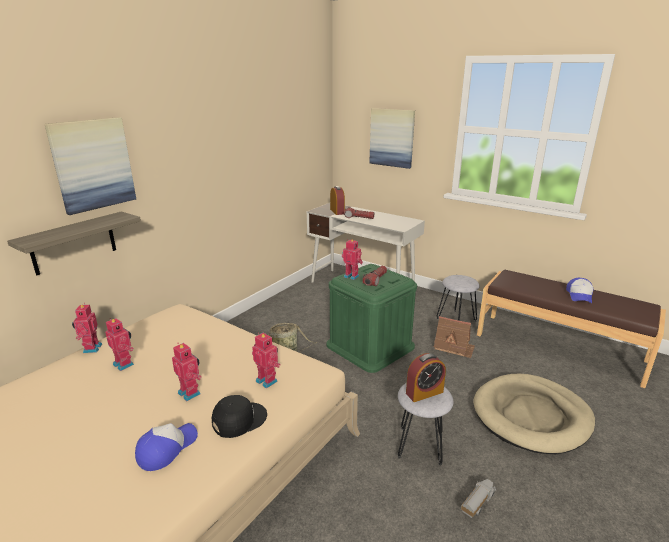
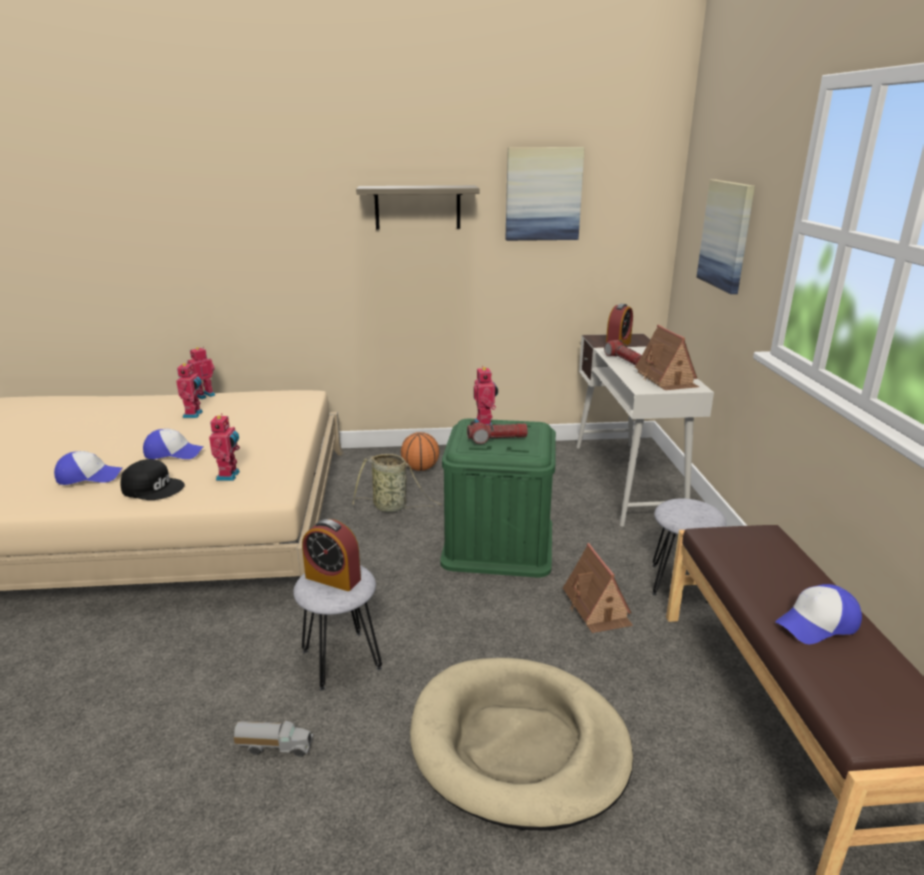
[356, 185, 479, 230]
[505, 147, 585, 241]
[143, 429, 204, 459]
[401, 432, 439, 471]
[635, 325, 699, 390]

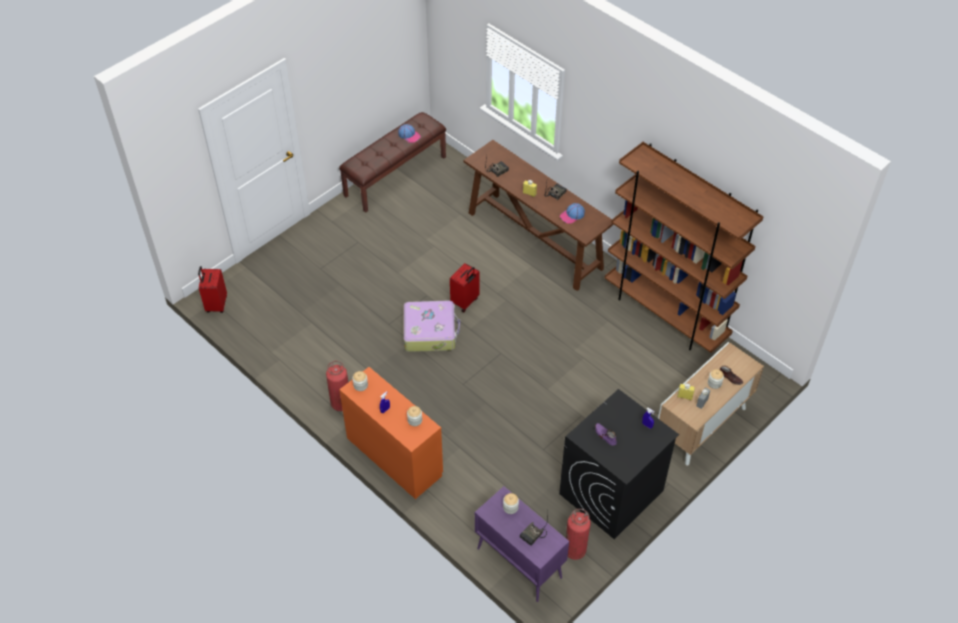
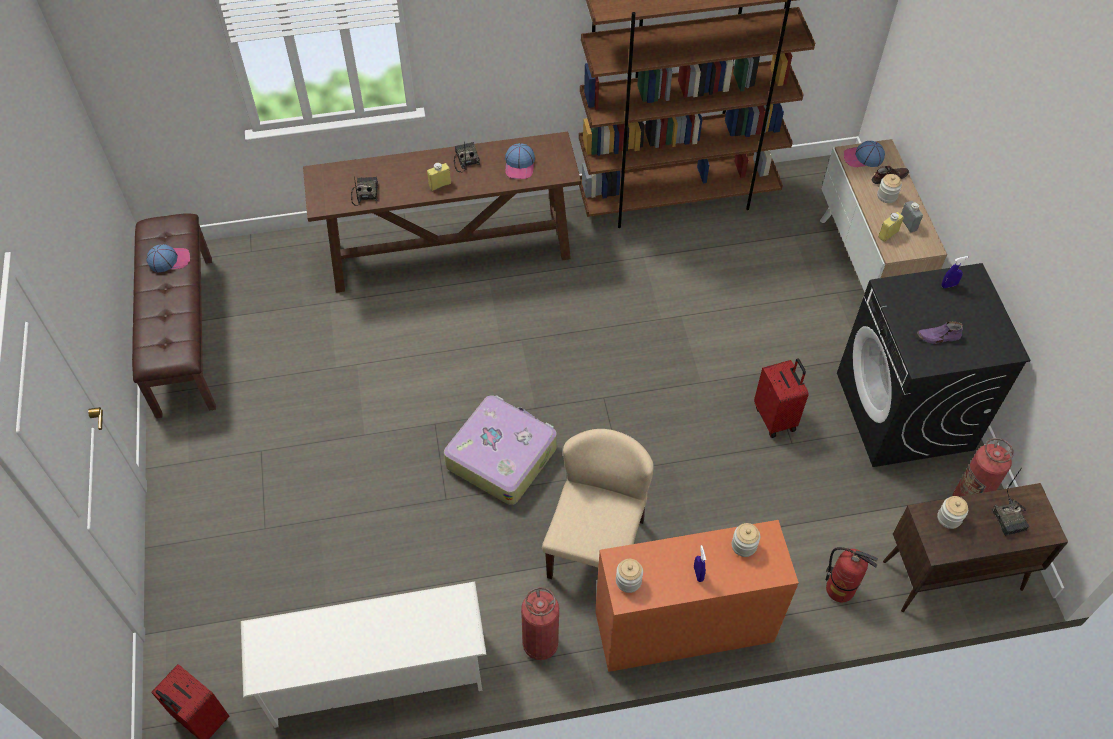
[754, 358, 809, 438]
[883, 483, 1068, 612]
[241, 582, 487, 728]
[542, 429, 654, 579]
[826, 547, 878, 602]
[844, 141, 885, 167]

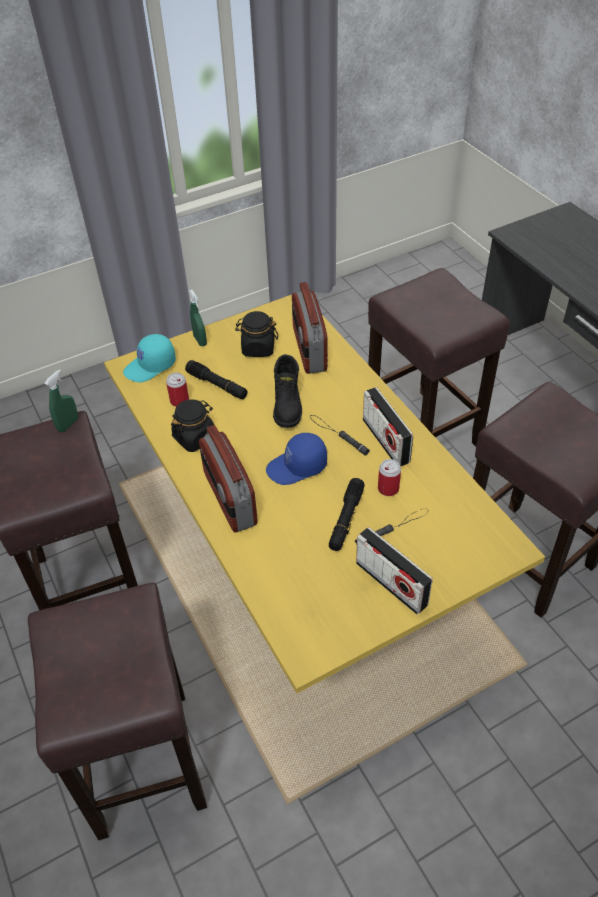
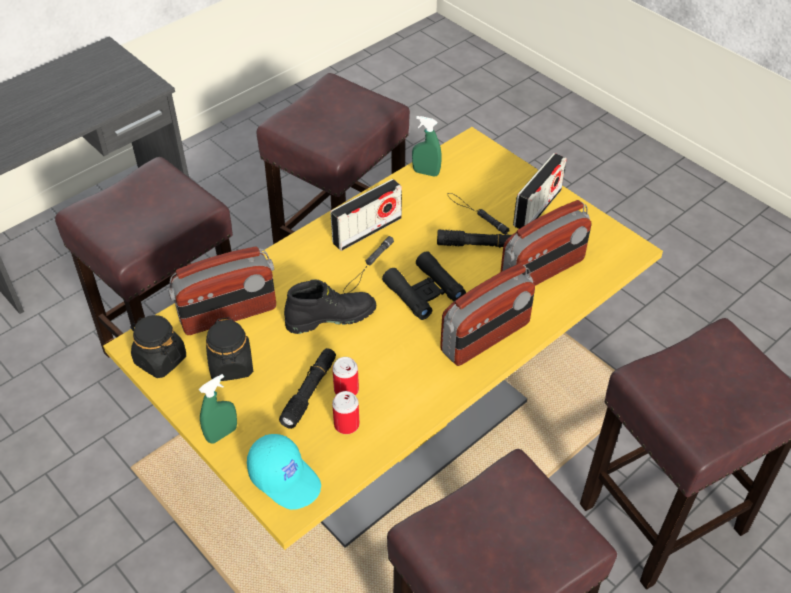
[412, 116, 442, 177]
[131, 315, 186, 378]
[382, 251, 466, 320]
[332, 357, 359, 396]
[500, 200, 592, 286]

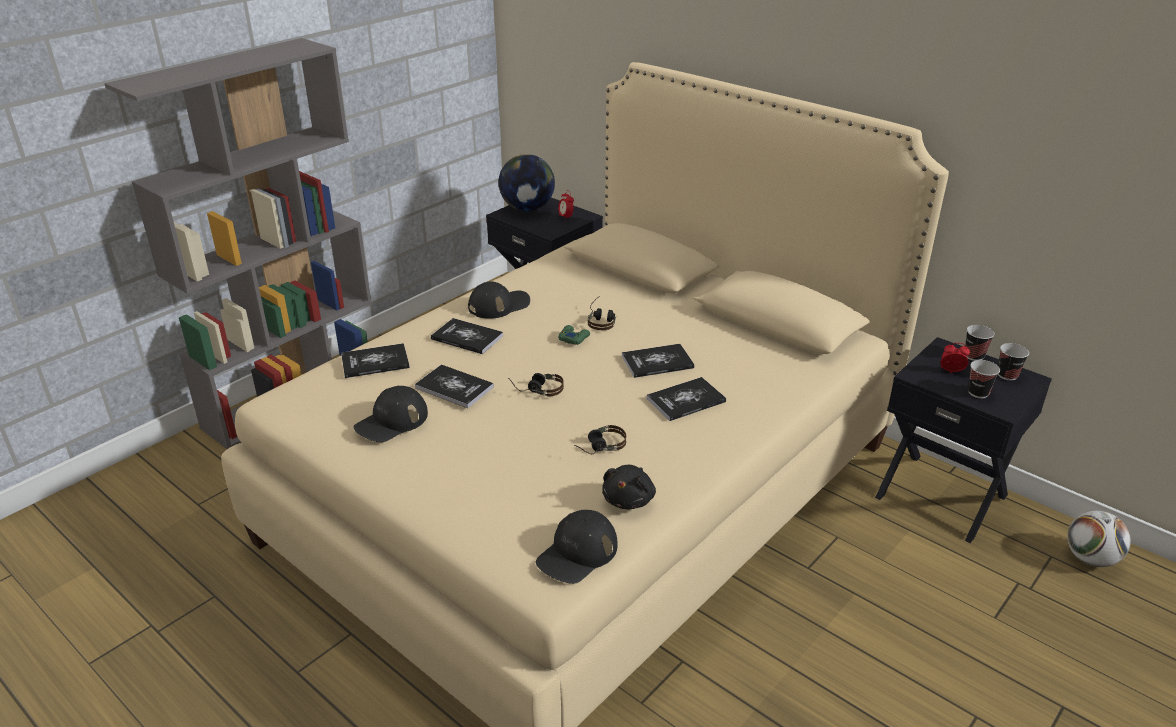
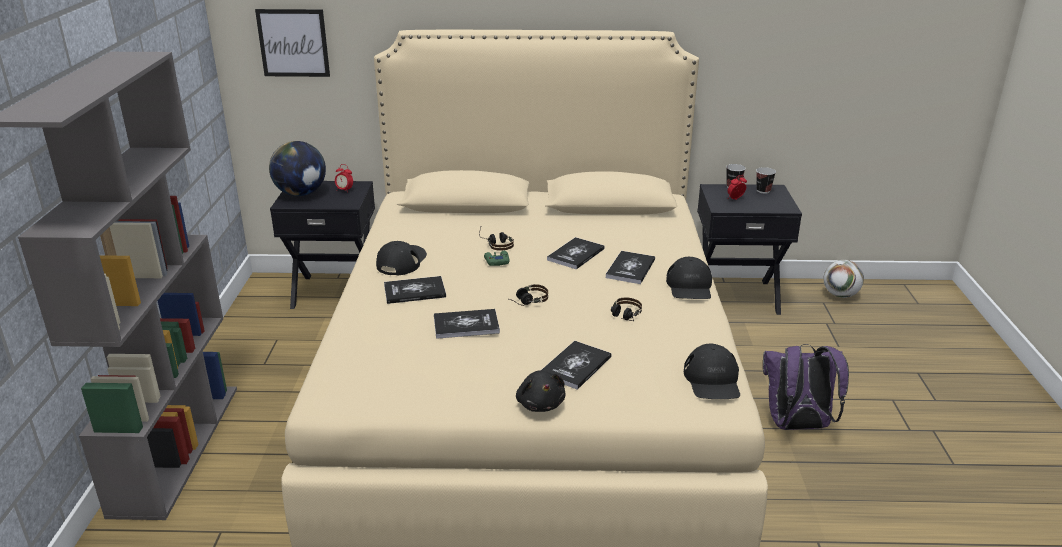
[542, 341, 611, 390]
[666, 257, 712, 299]
[516, 370, 565, 412]
[968, 360, 1000, 398] (first image)
[255, 9, 330, 77]
[763, 344, 849, 430]

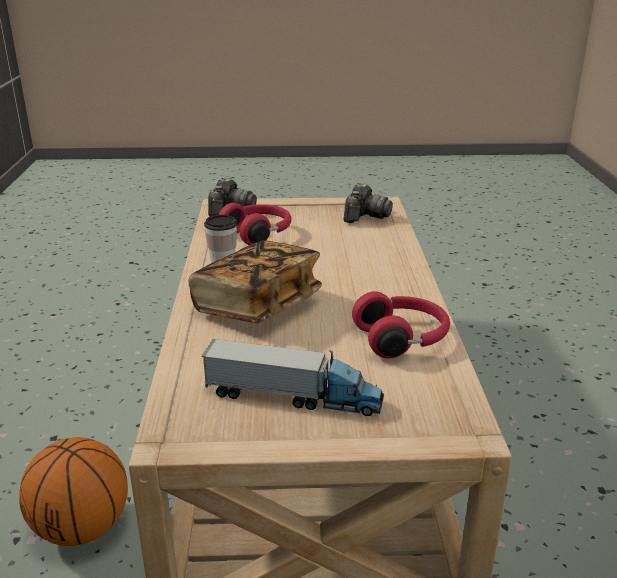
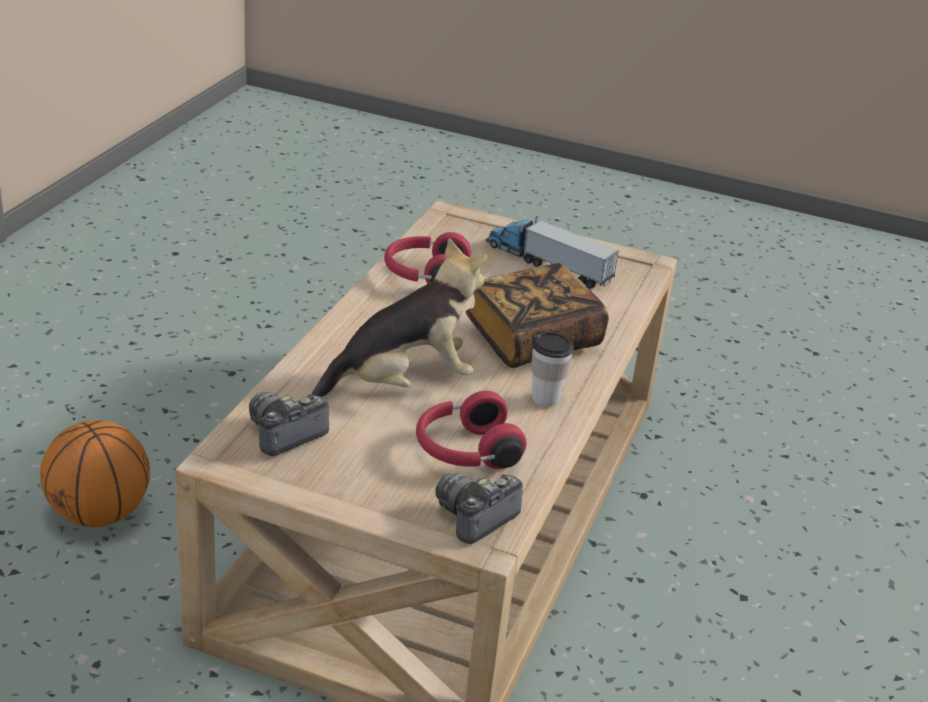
[40, 420, 150, 527]
[312, 238, 488, 397]

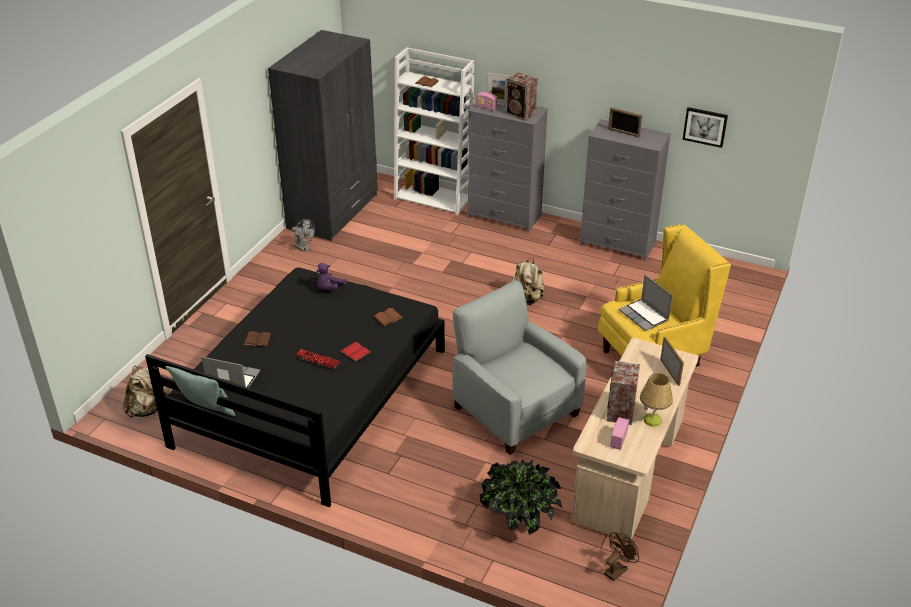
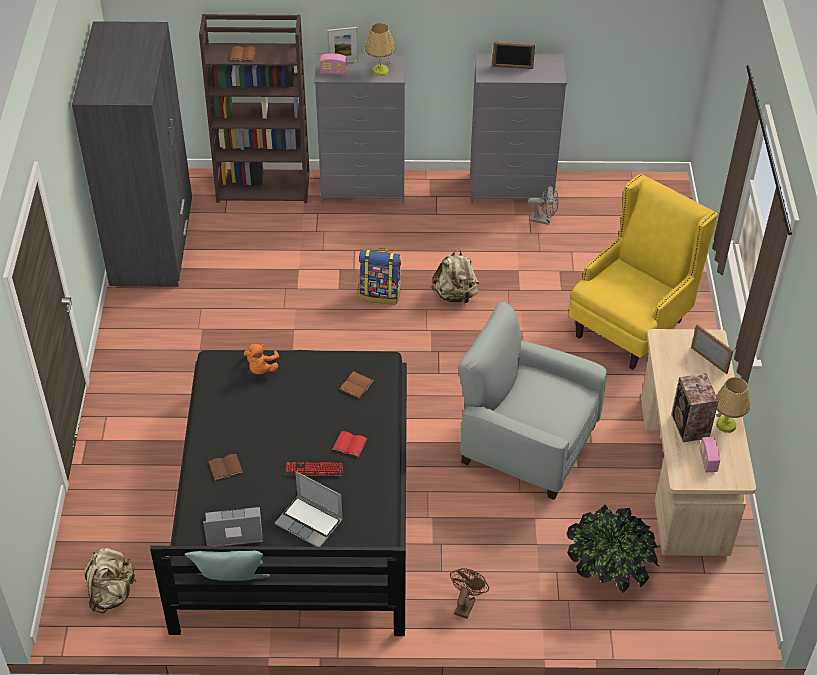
[528, 185, 559, 225]
[244, 344, 279, 374]
[199, 14, 310, 203]
[365, 23, 395, 76]
[450, 568, 489, 619]
[275, 471, 343, 547]
[682, 107, 728, 148] (first image)
[359, 248, 401, 304]

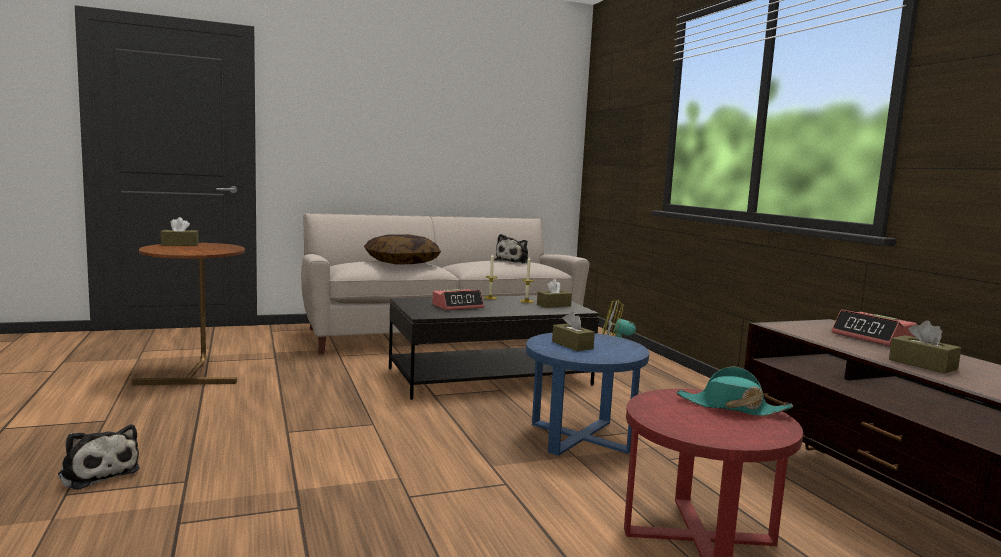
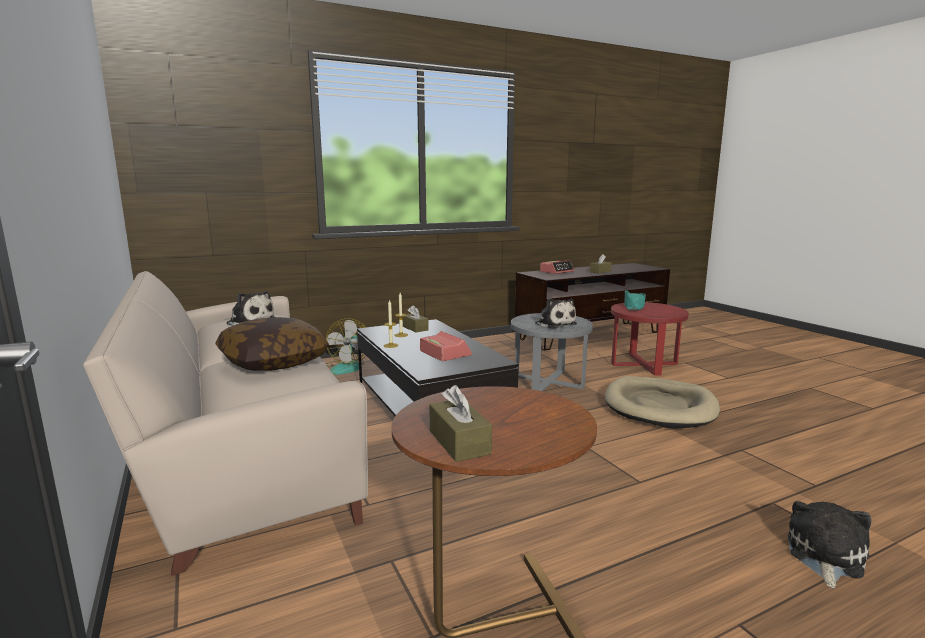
[511, 313, 593, 391]
[534, 298, 577, 329]
[605, 376, 720, 428]

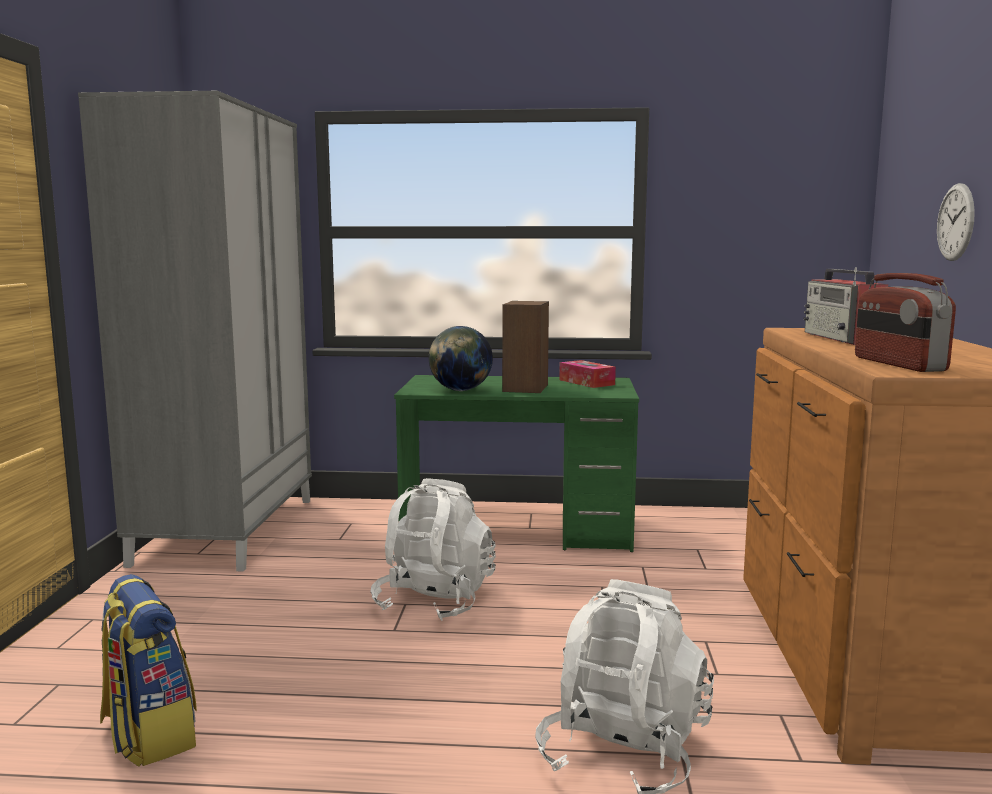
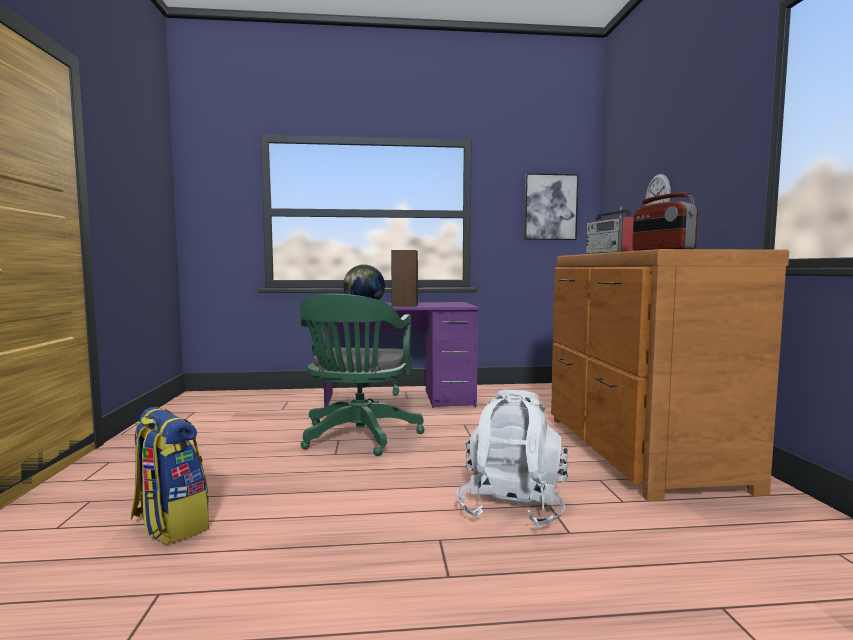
[78, 91, 312, 572] (first image)
[299, 294, 425, 456]
[323, 302, 479, 408]
[559, 360, 616, 388] (first image)
[524, 173, 578, 240]

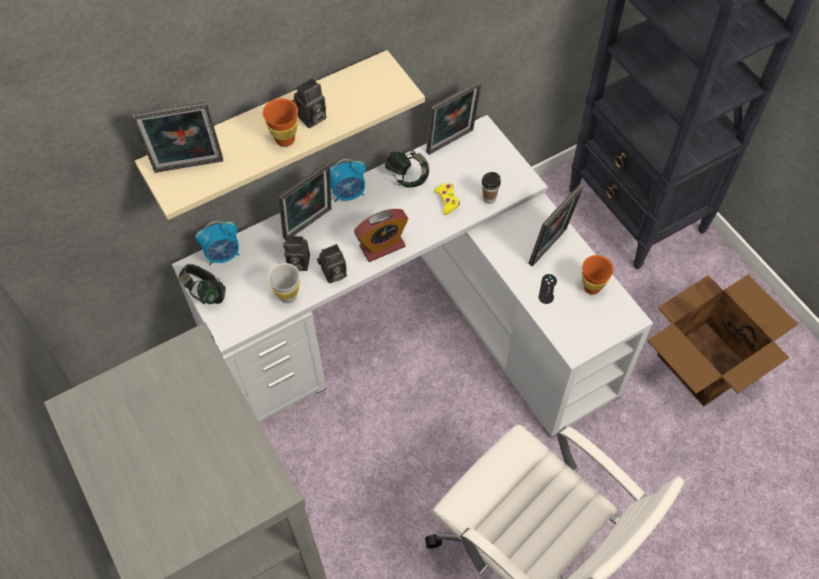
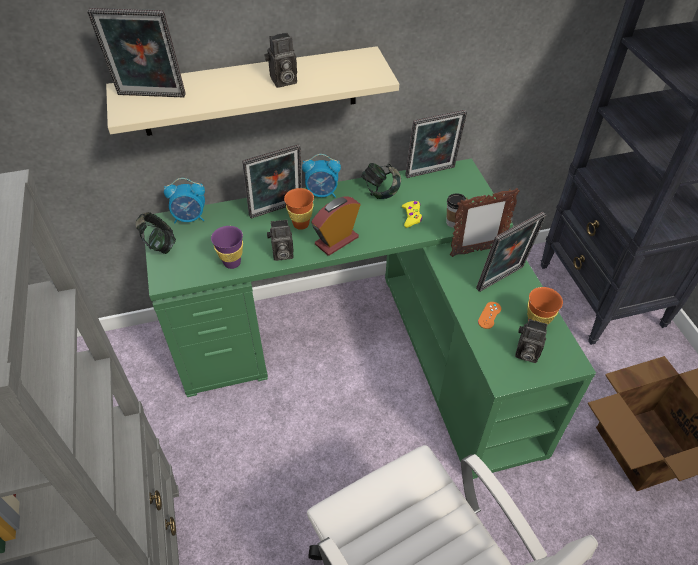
[144, 158, 596, 479]
[284, 188, 314, 230]
[211, 226, 243, 269]
[515, 319, 548, 363]
[311, 197, 361, 256]
[478, 302, 501, 329]
[450, 188, 520, 257]

